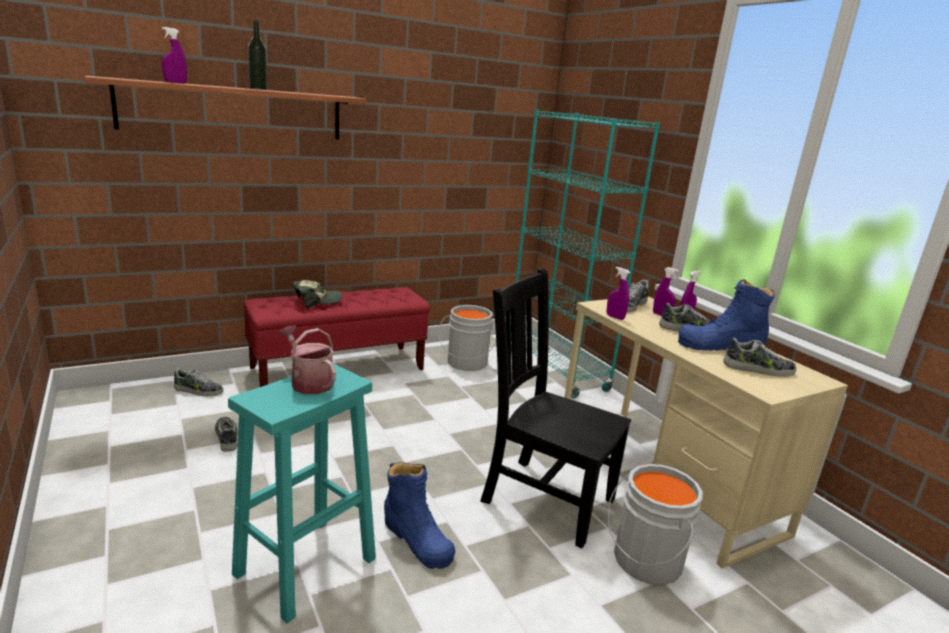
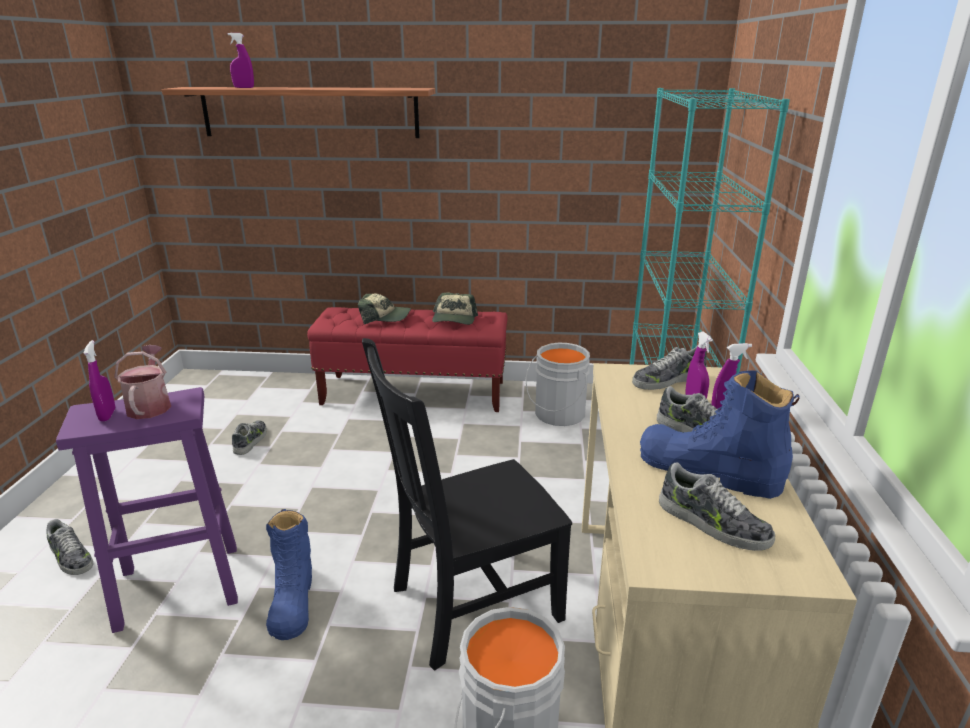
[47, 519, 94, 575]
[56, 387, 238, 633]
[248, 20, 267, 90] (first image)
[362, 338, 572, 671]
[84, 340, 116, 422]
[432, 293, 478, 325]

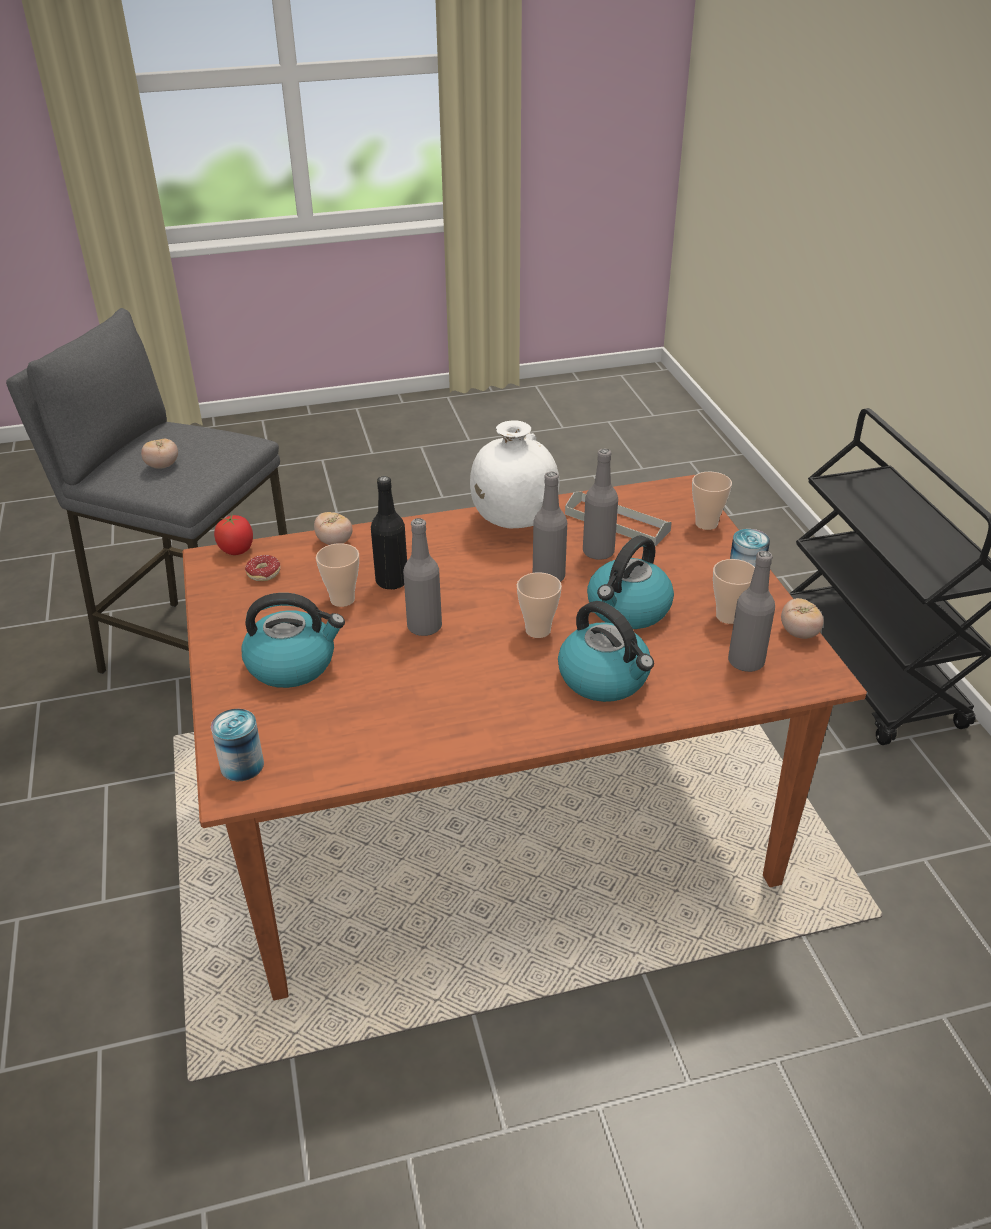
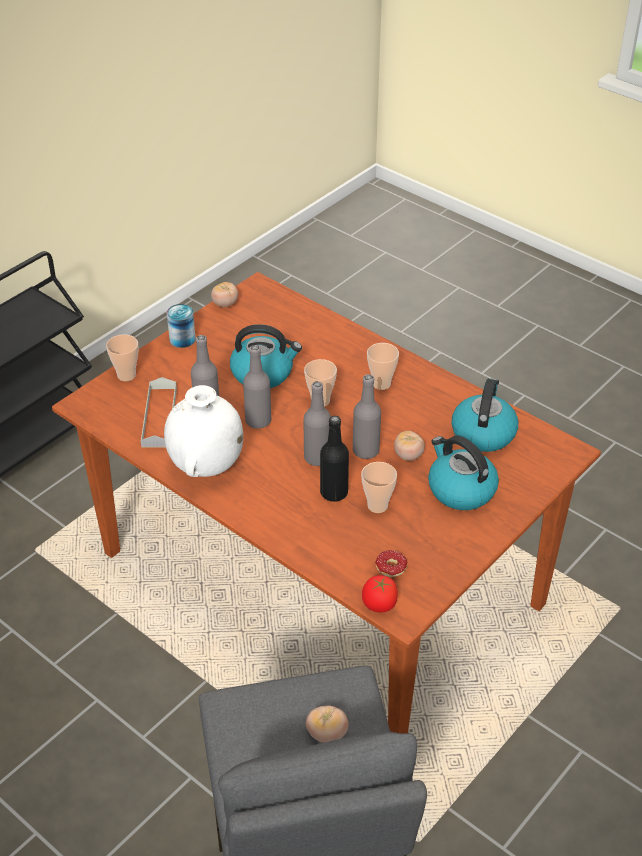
[211, 709, 264, 781] (first image)
[394, 431, 425, 461]
[452, 378, 518, 452]
[367, 343, 399, 390]
[303, 381, 331, 466]

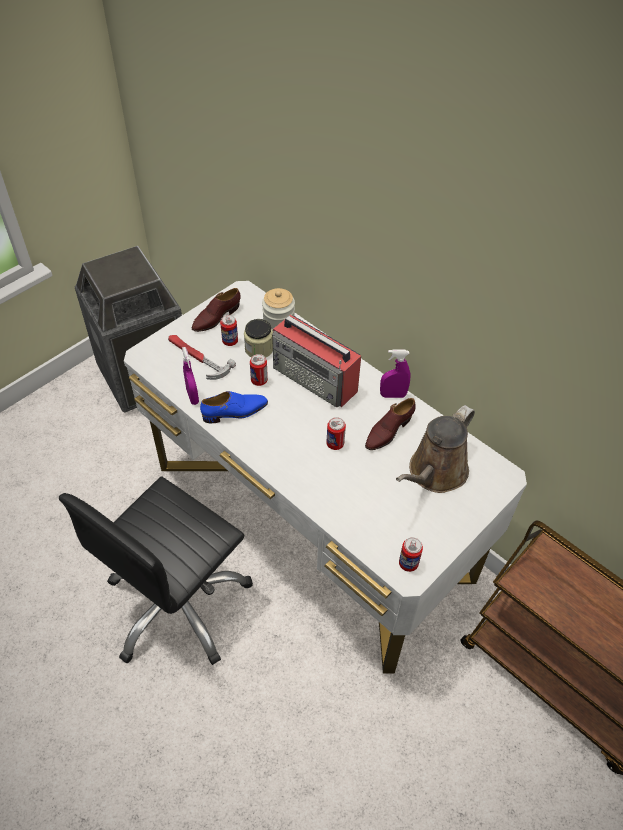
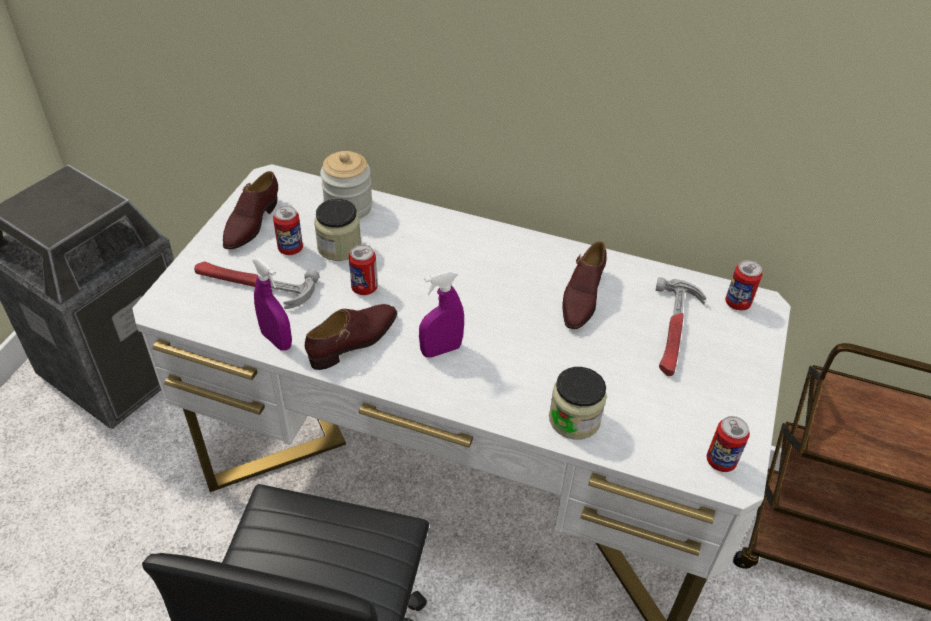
[305, 304, 397, 370]
[272, 315, 361, 407] (first image)
[725, 260, 763, 311]
[419, 270, 464, 358]
[656, 277, 706, 376]
[549, 367, 607, 439]

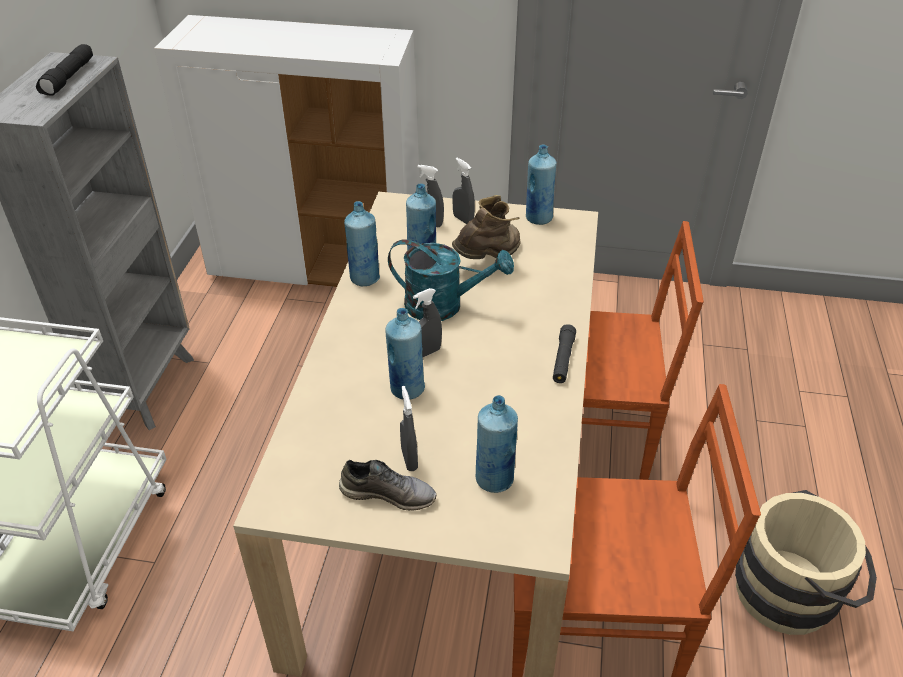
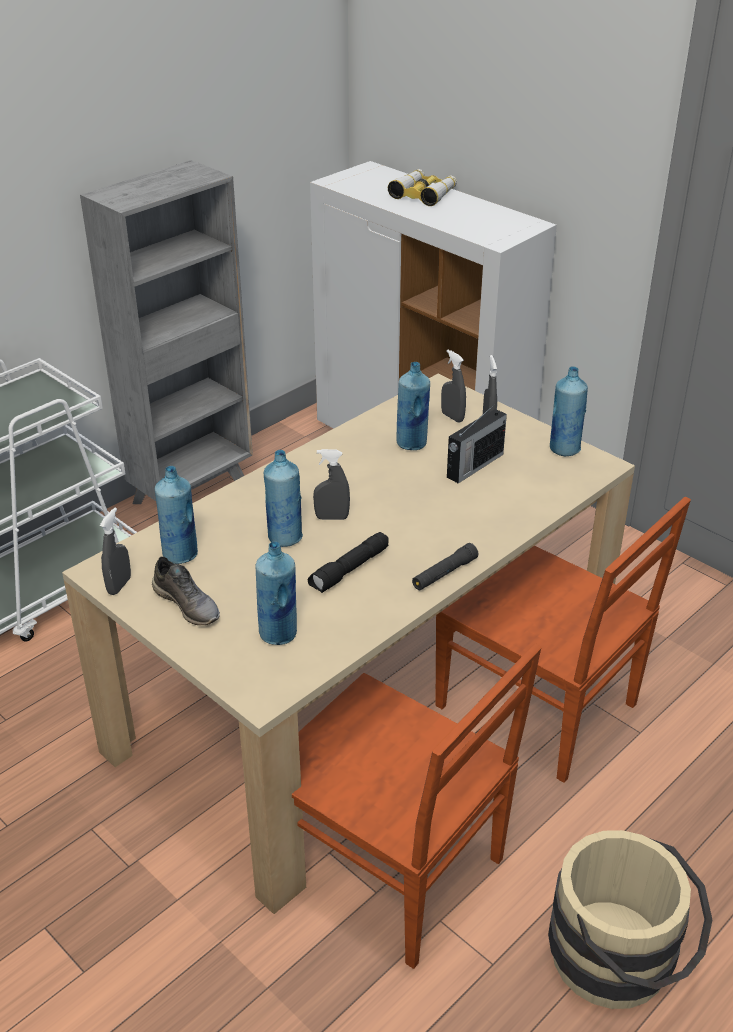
[308, 532, 389, 593]
[155, 466, 198, 564]
[388, 239, 514, 321] (first image)
[100, 508, 131, 595]
[447, 403, 507, 483]
[388, 169, 457, 206]

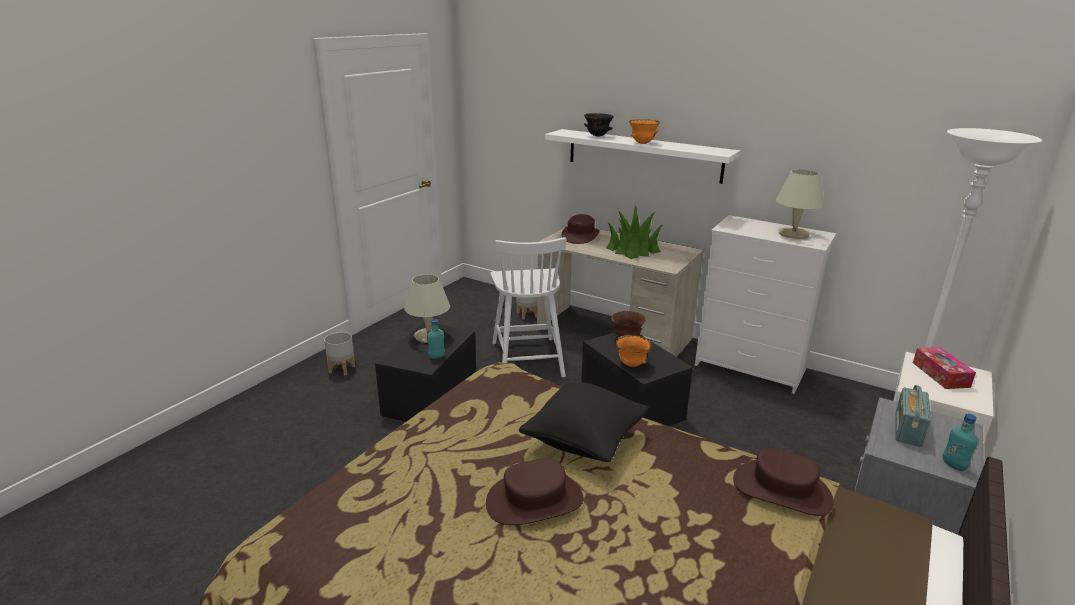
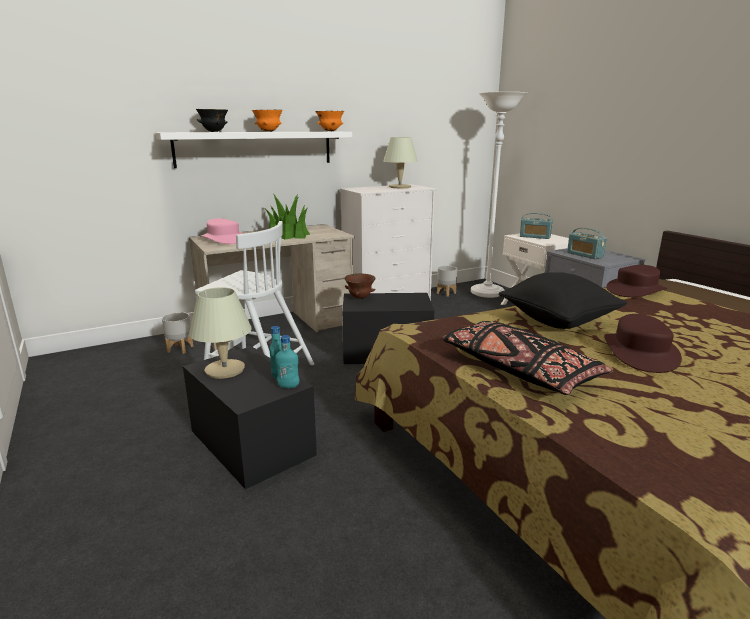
[437, 266, 457, 296]
[200, 218, 244, 244]
[315, 111, 344, 131]
[520, 213, 553, 239]
[275, 335, 299, 388]
[442, 321, 612, 395]

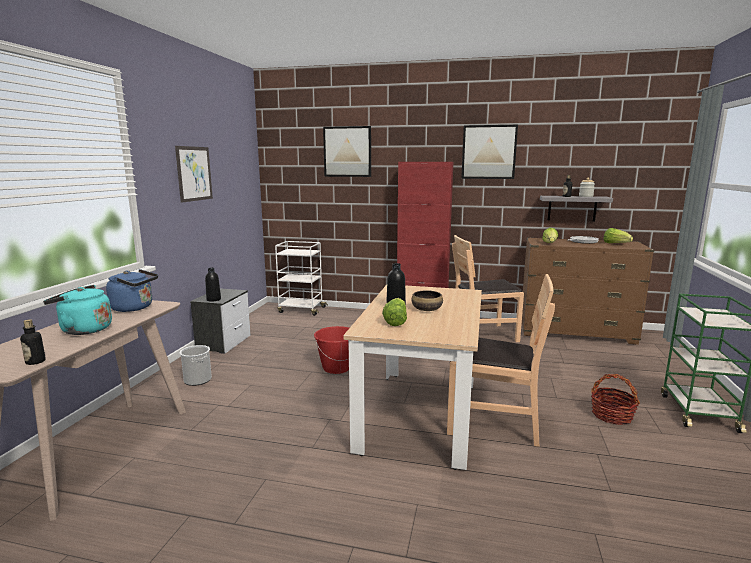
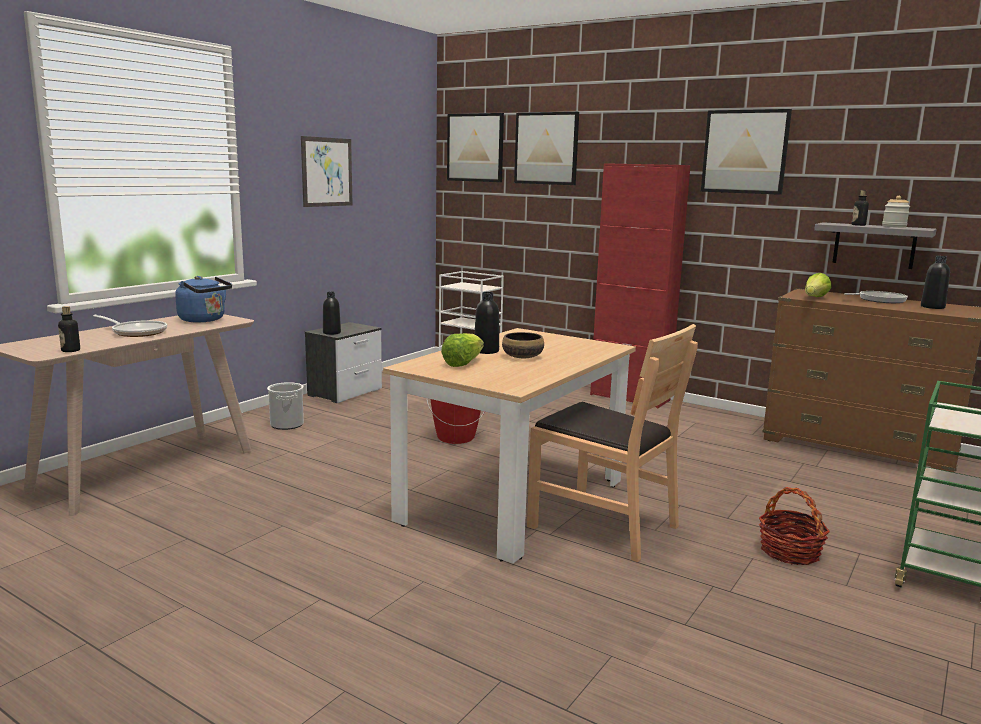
[93, 315, 167, 337]
[452, 235, 524, 342] (first image)
[921, 256, 950, 309]
[447, 113, 504, 182]

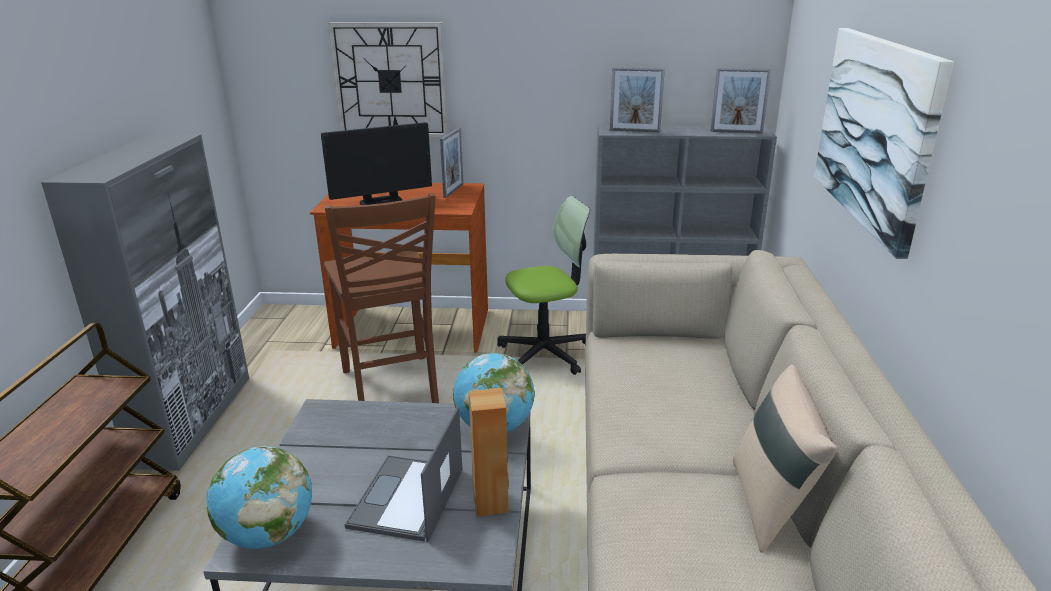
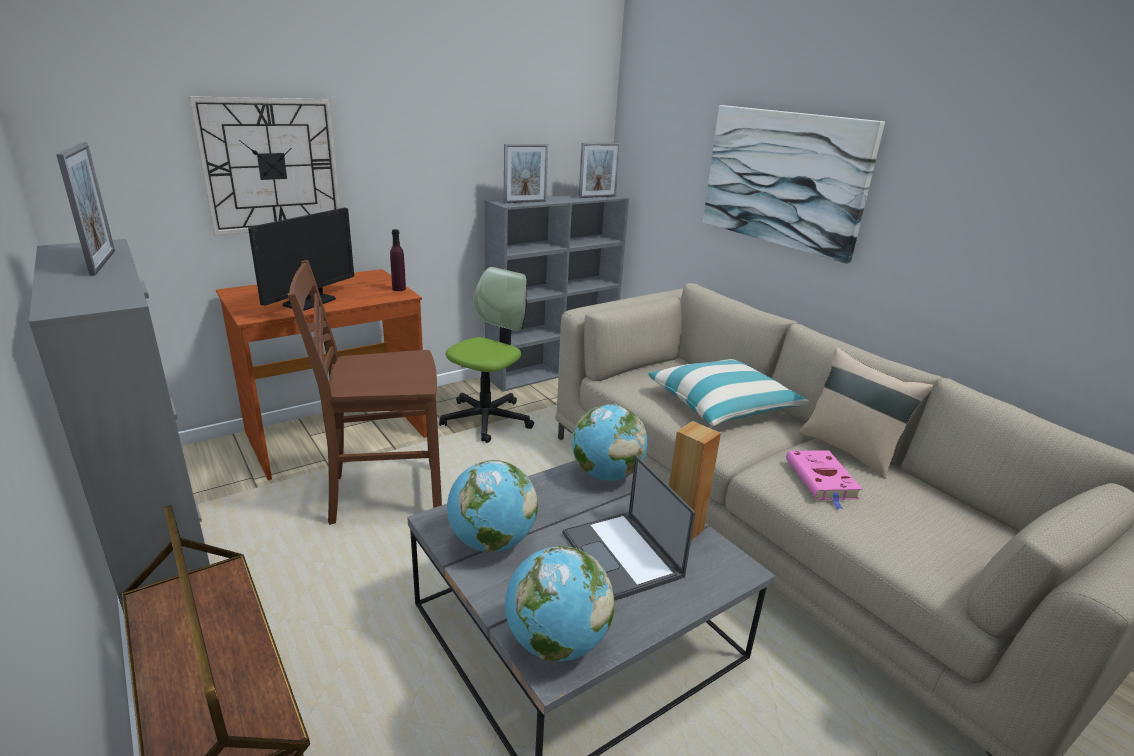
[287, 260, 442, 525]
[56, 142, 115, 276]
[390, 229, 406, 291]
[447, 460, 538, 553]
[649, 359, 809, 426]
[786, 450, 862, 509]

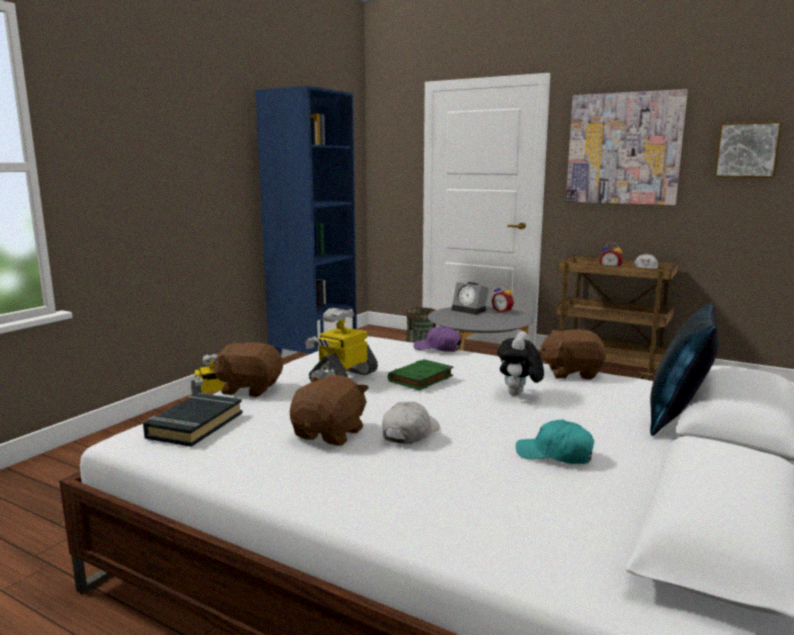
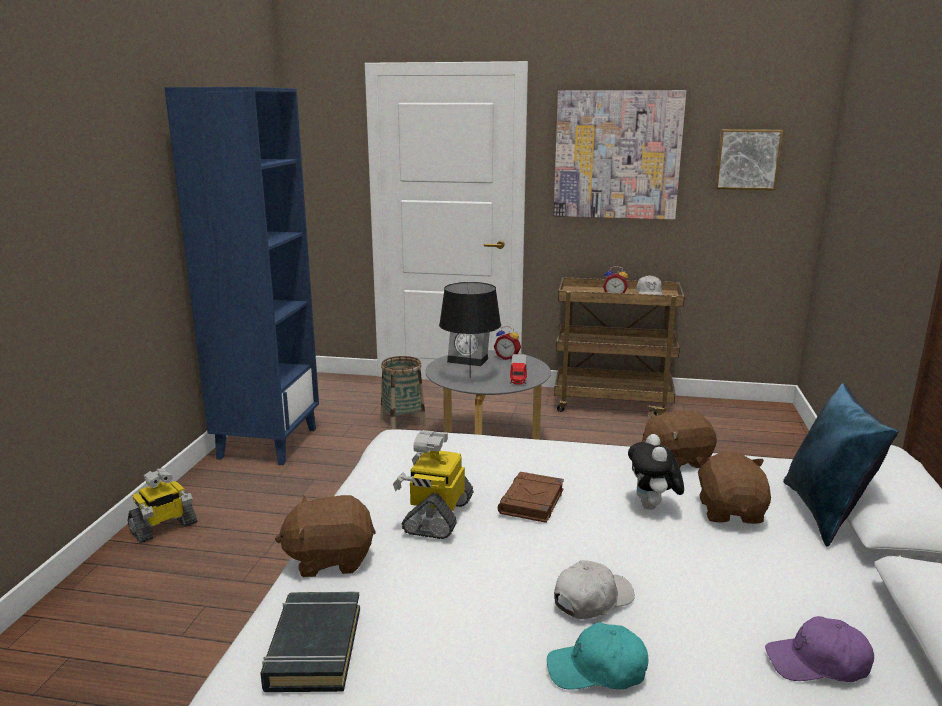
[696, 452, 771, 524]
[554, 560, 635, 619]
[498, 472, 564, 523]
[765, 616, 874, 682]
[547, 622, 648, 690]
[439, 282, 501, 378]
[510, 354, 527, 385]

